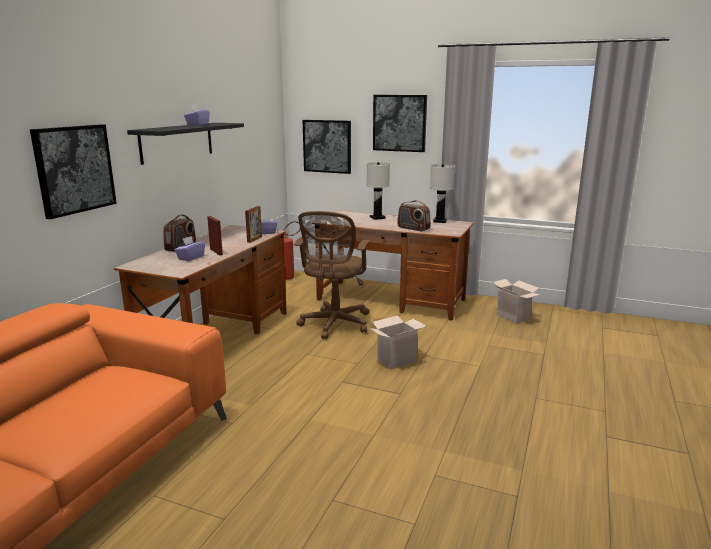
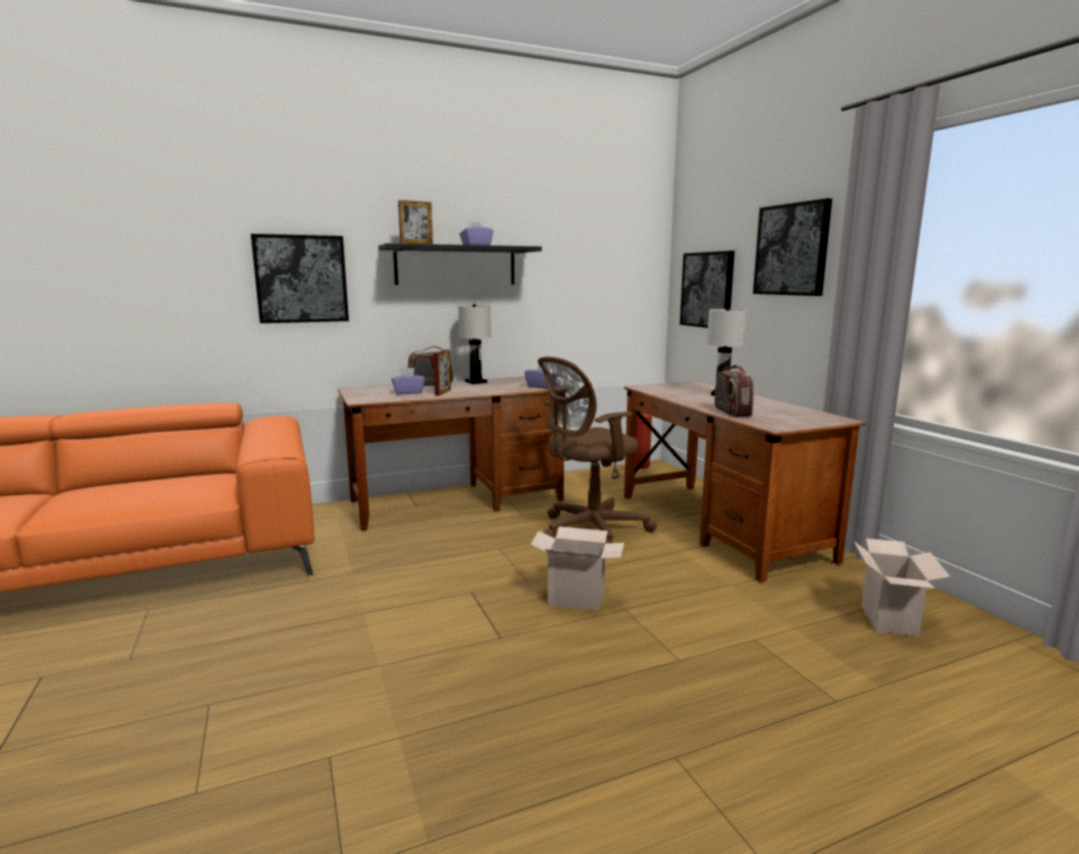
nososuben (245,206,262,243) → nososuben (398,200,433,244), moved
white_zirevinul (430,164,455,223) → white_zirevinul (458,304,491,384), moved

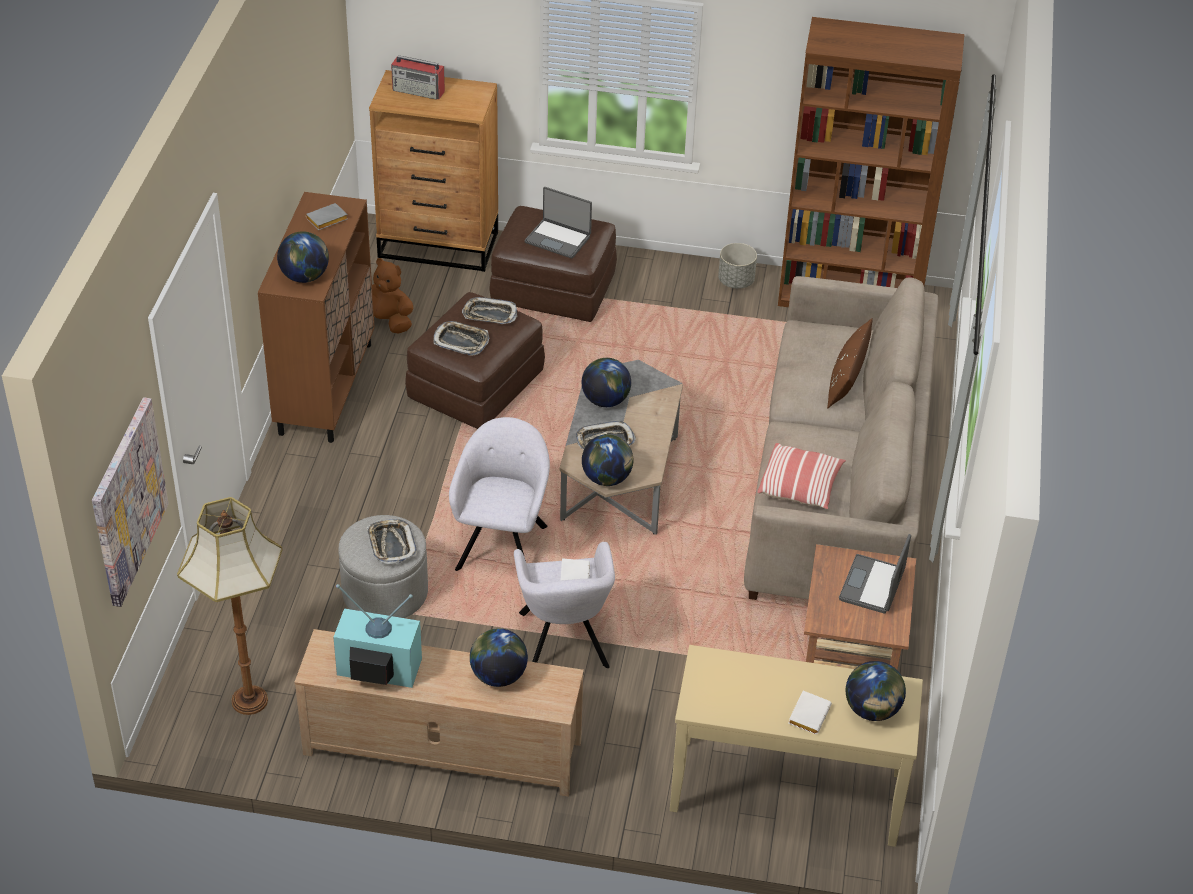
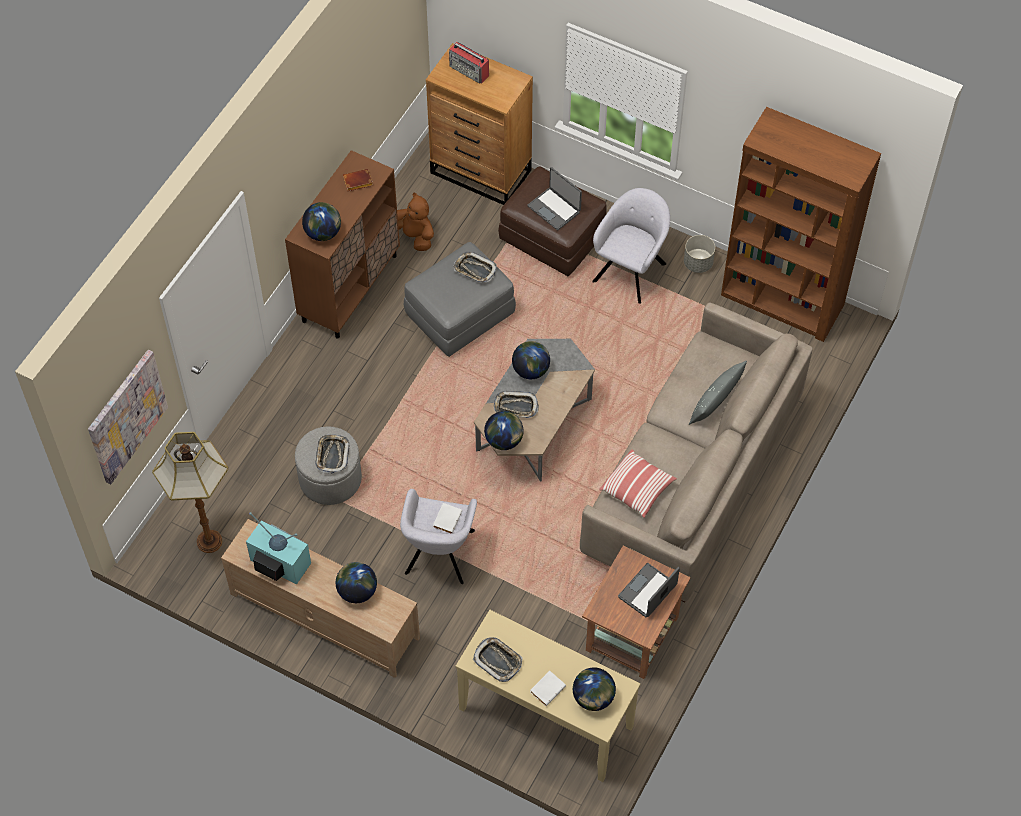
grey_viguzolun (306,203,348,230) → brown_viguzolun (343,169,373,191)
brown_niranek (405,292,545,429) → grey_niranek (404,242,516,357)
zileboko (434,321,489,356) → zileboko (473,637,523,682), moved
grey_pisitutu (449,417,550,571) → grey_pisitutu (592,188,670,304), moved
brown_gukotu (827,318,873,408) → grey_gukotu (689,361,747,425)

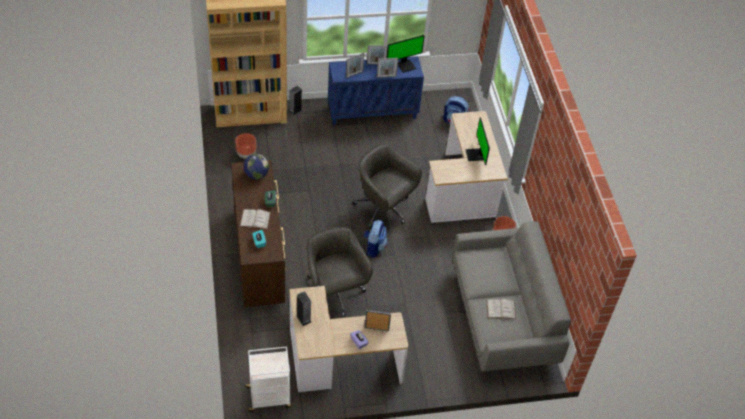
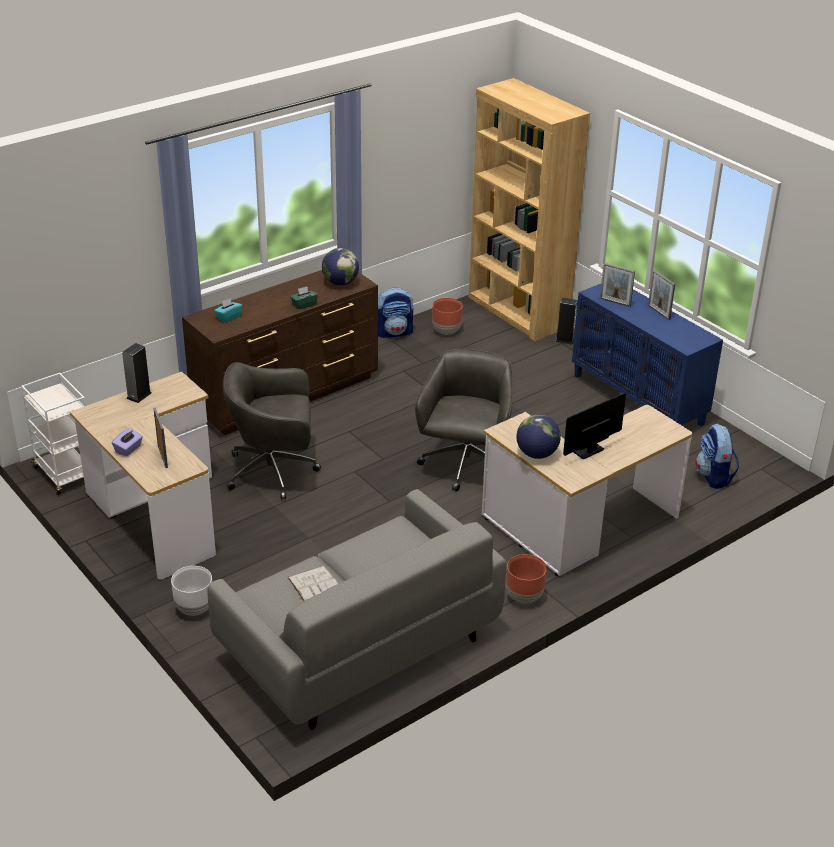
- → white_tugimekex (171,566,212,616)
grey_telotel (307,227,373,317) → grey_telotel (223,362,321,499), 135 degrees counterclockwise
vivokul (364,220,388,258) → vivokul (378,287,413,338), moved
- → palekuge (516,415,561,459)
white_viguzolun (239,209,271,229) → -
nososuben (377,58,398,78) → -
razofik (387,35,424,73) → -

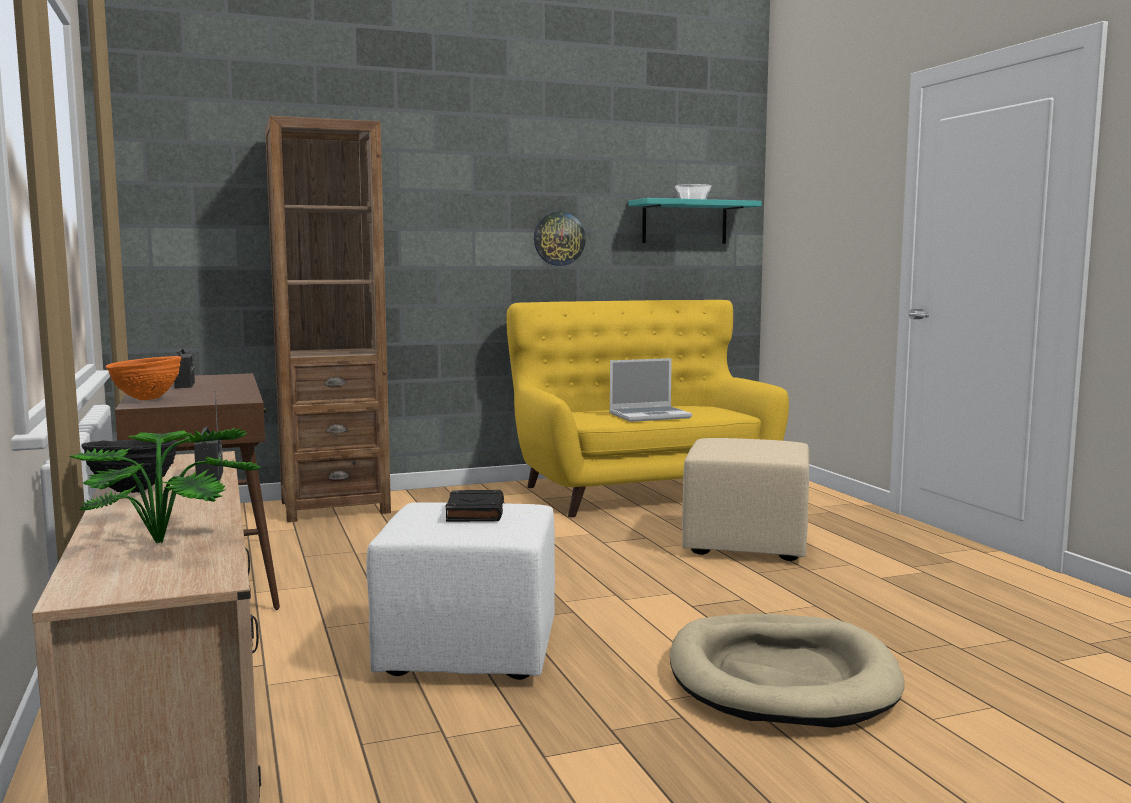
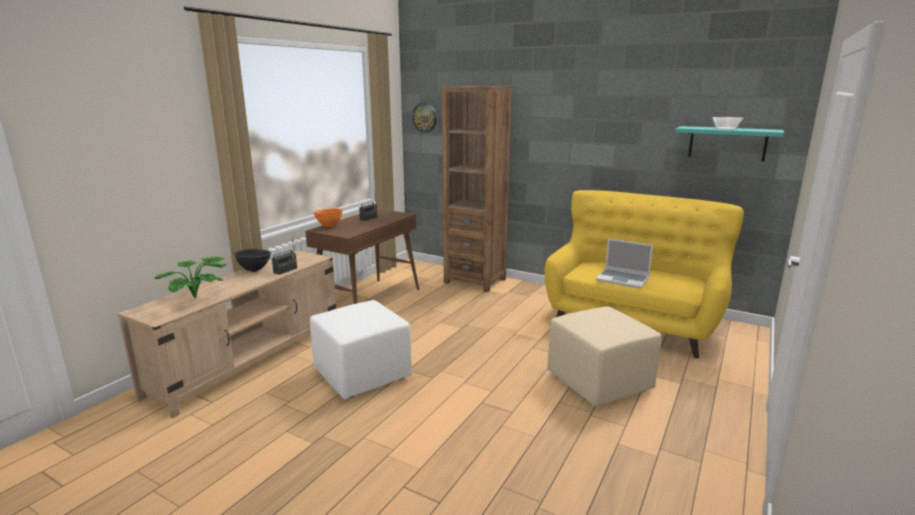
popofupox (534,212,586,266) → popofupox (412,103,437,133), moved
black_viguzolun (446,490,504,522) → -
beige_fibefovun (670,614,904,727) → -

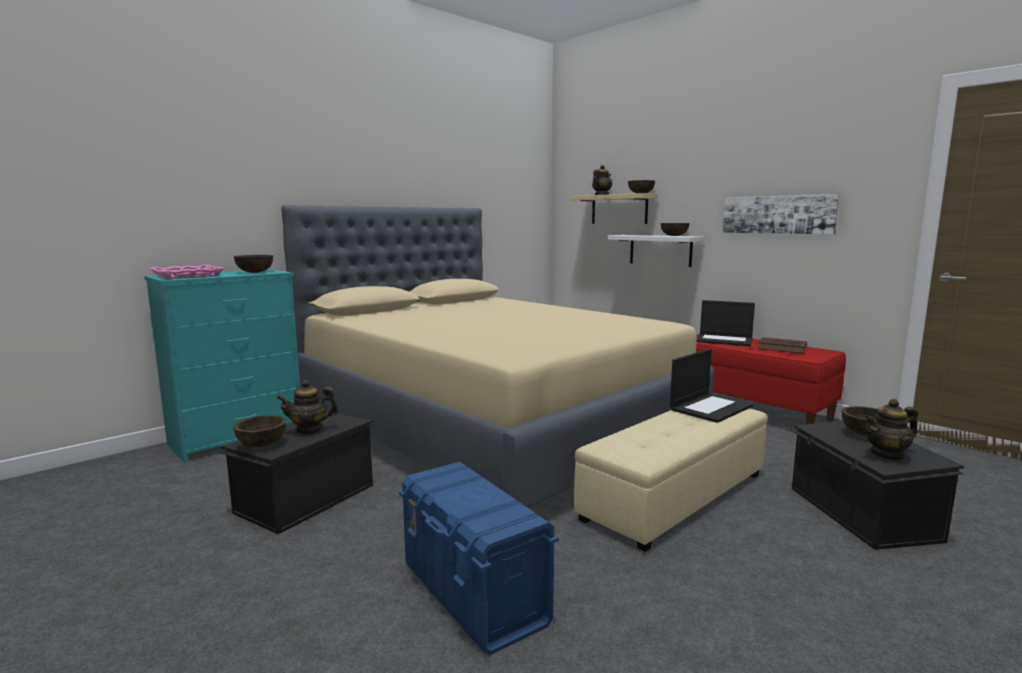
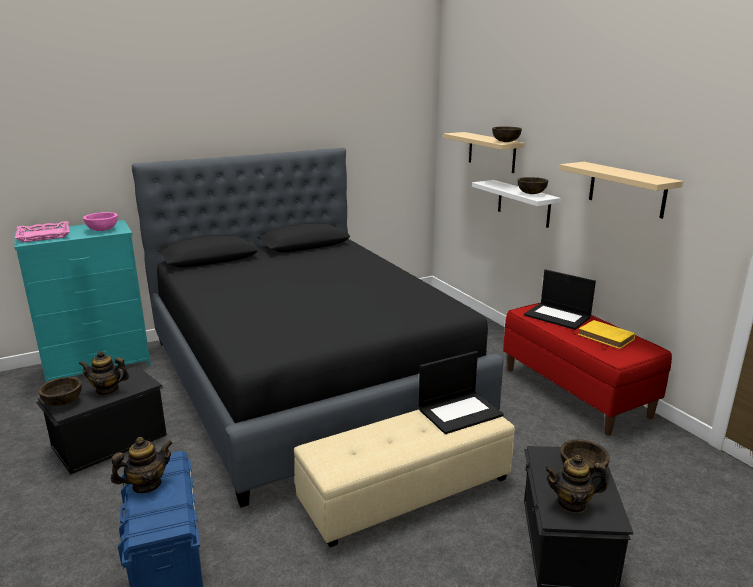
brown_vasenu (234,255,273,273) → pink_vasenu (83,212,118,231)
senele (592,165,612,195) → senele (111,437,173,493), moved
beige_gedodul (281,205,714,508) → black_gedodul (132,148,504,508)
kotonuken (723,194,840,234) → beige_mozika (559,162,683,219)
brown_viguzolun (757,337,807,353) → yellow_viguzolun (578,320,635,349)

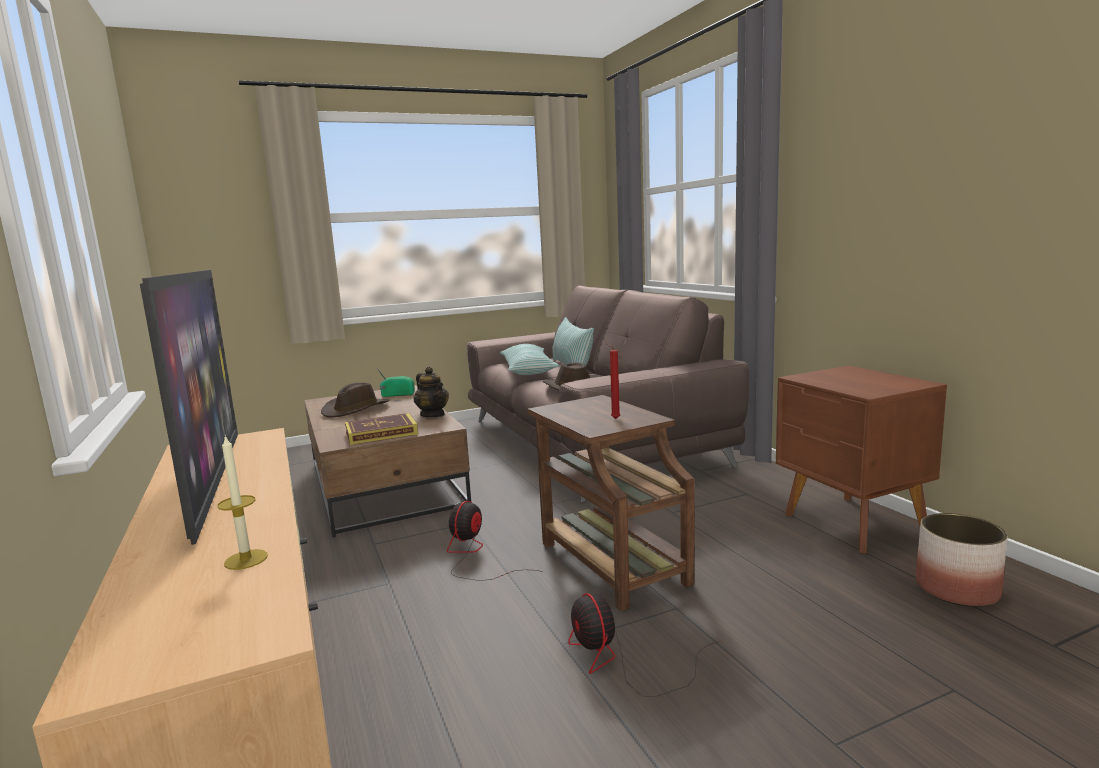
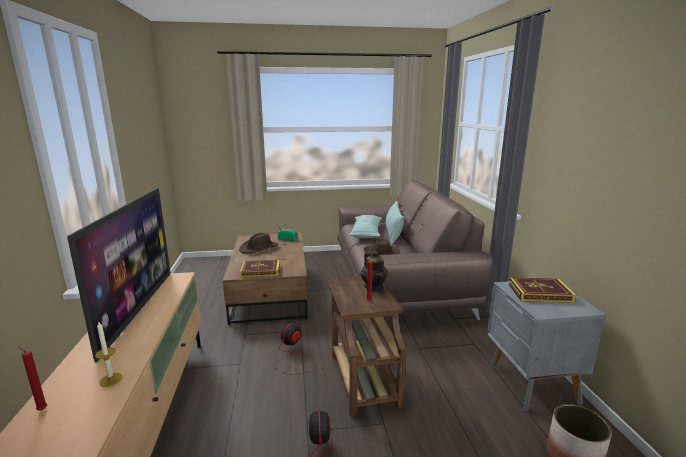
- → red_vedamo (17,346,47,410)
senele (413,367,449,417) → senele (360,250,388,291), moved
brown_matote (776,366,947,553) → grey_matote (487,281,606,412)
- → viguzolun (509,277,576,303)

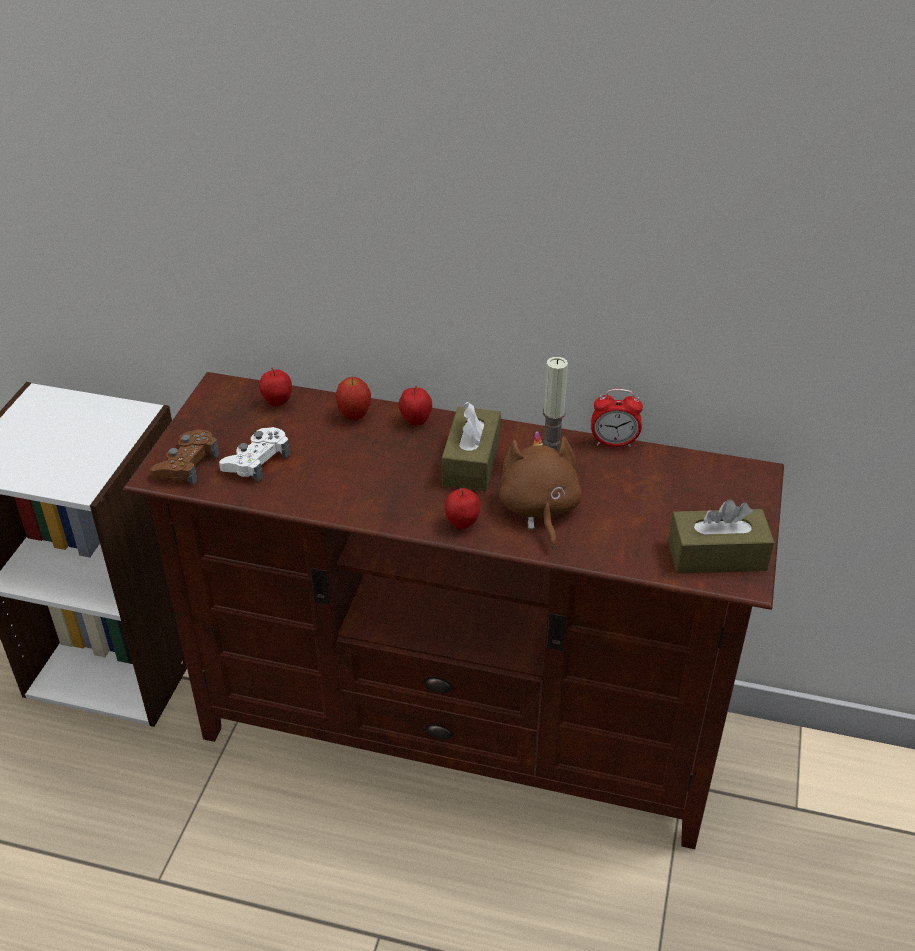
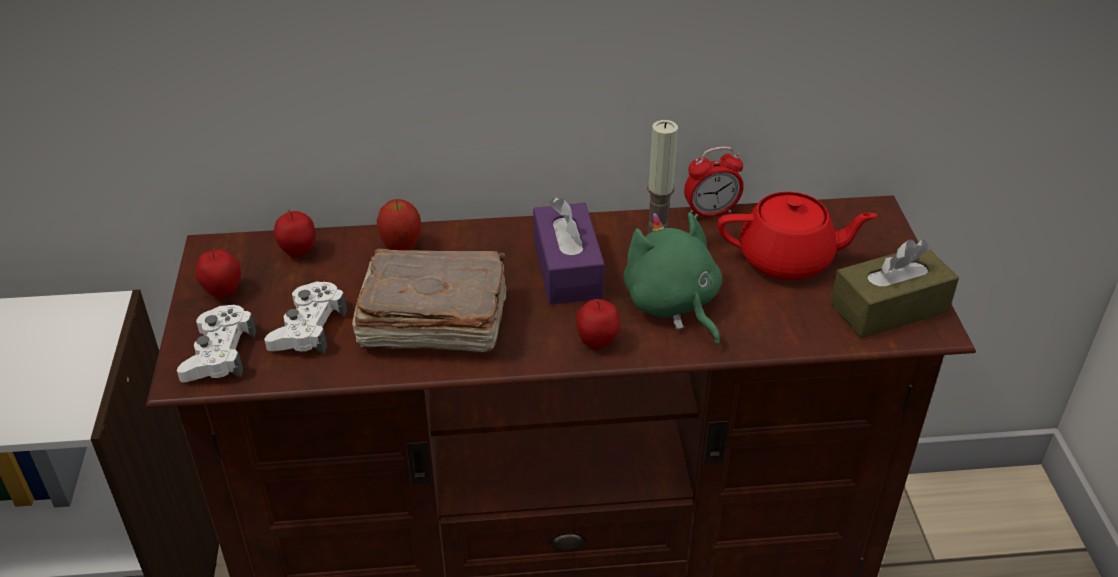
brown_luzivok (150,429,220,485) → white_luzivok (177,305,256,382)
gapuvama (398,386,432,425) → gapuvama (195,248,241,299), moved
- → brown_viguzolun (352,248,507,352)
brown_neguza (442,402,501,491) → purple_neguza (533,198,605,305)
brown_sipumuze (499,431,582,549) → green_sipumuze (624,212,722,346)
- → red_senele (717,192,877,280)

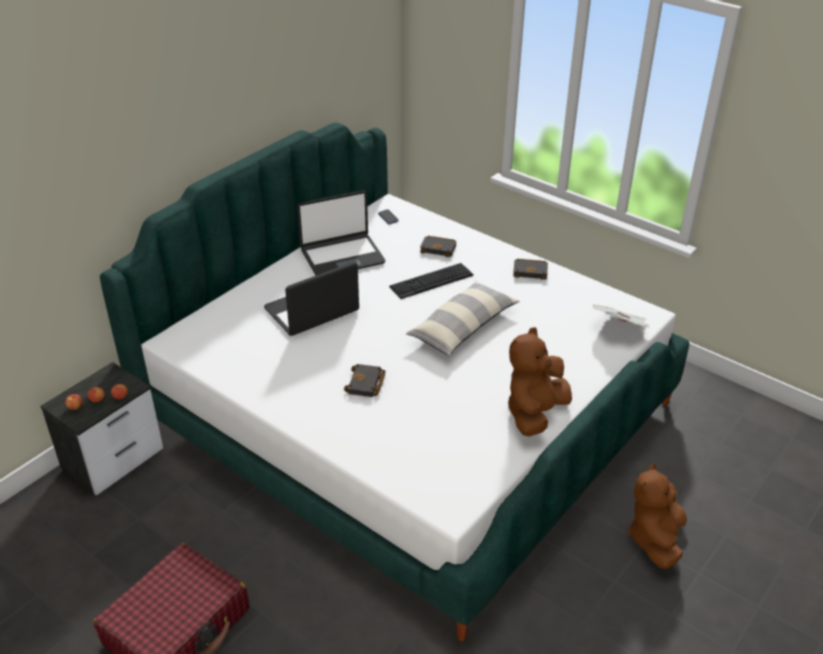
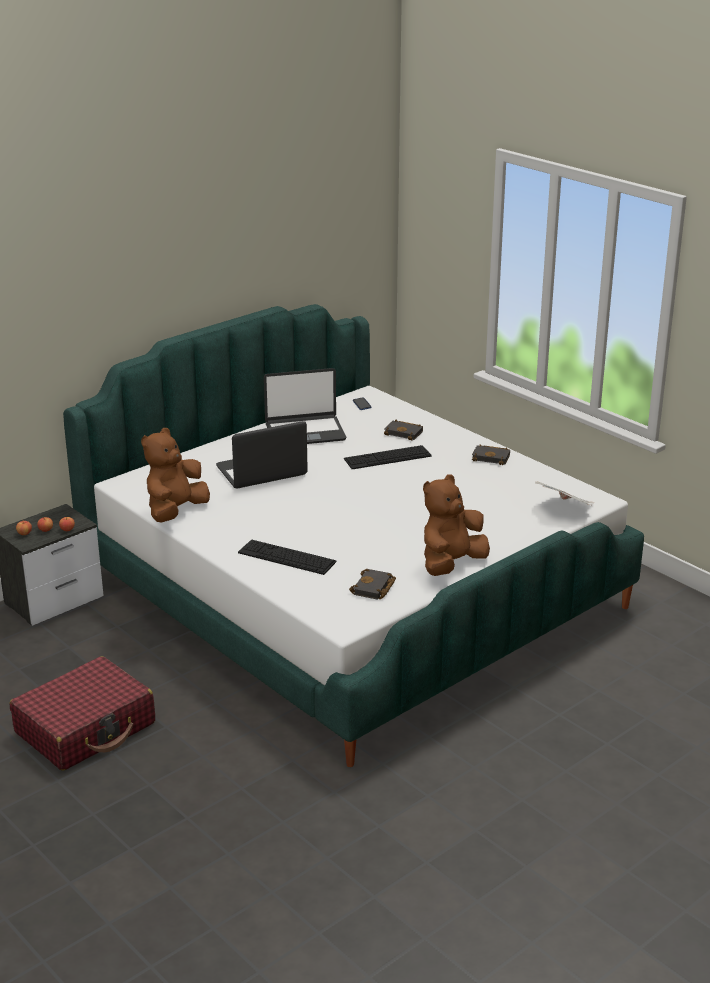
brown_sipumuze (628,463,687,569) → brown_sipumuze (141,428,210,523), moved
- → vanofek (238,540,337,575)
black_viguzolun (344,364,386,397) → black_viguzolun (349,569,396,600), moved
gukotu (406,280,520,357) → -

